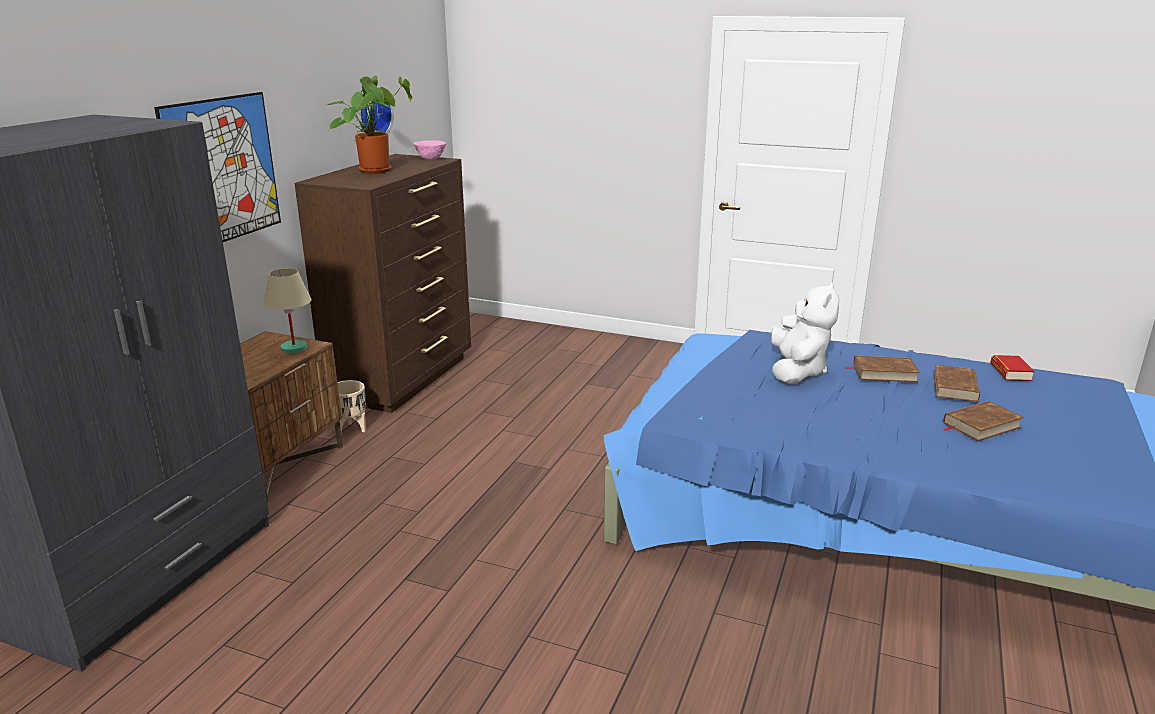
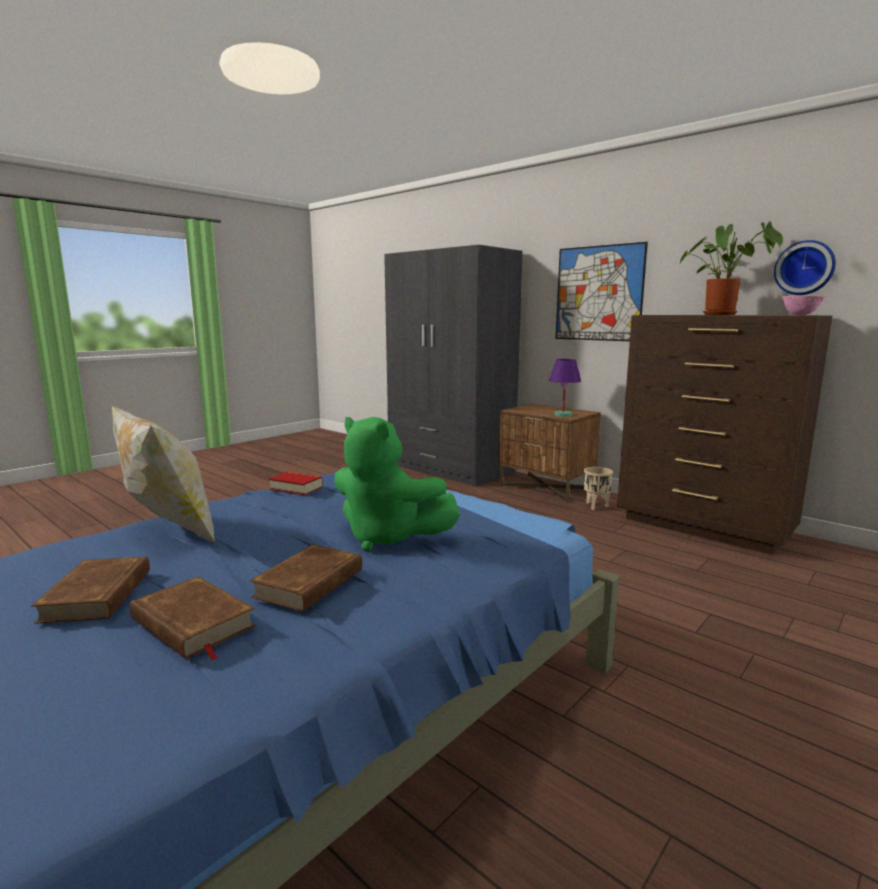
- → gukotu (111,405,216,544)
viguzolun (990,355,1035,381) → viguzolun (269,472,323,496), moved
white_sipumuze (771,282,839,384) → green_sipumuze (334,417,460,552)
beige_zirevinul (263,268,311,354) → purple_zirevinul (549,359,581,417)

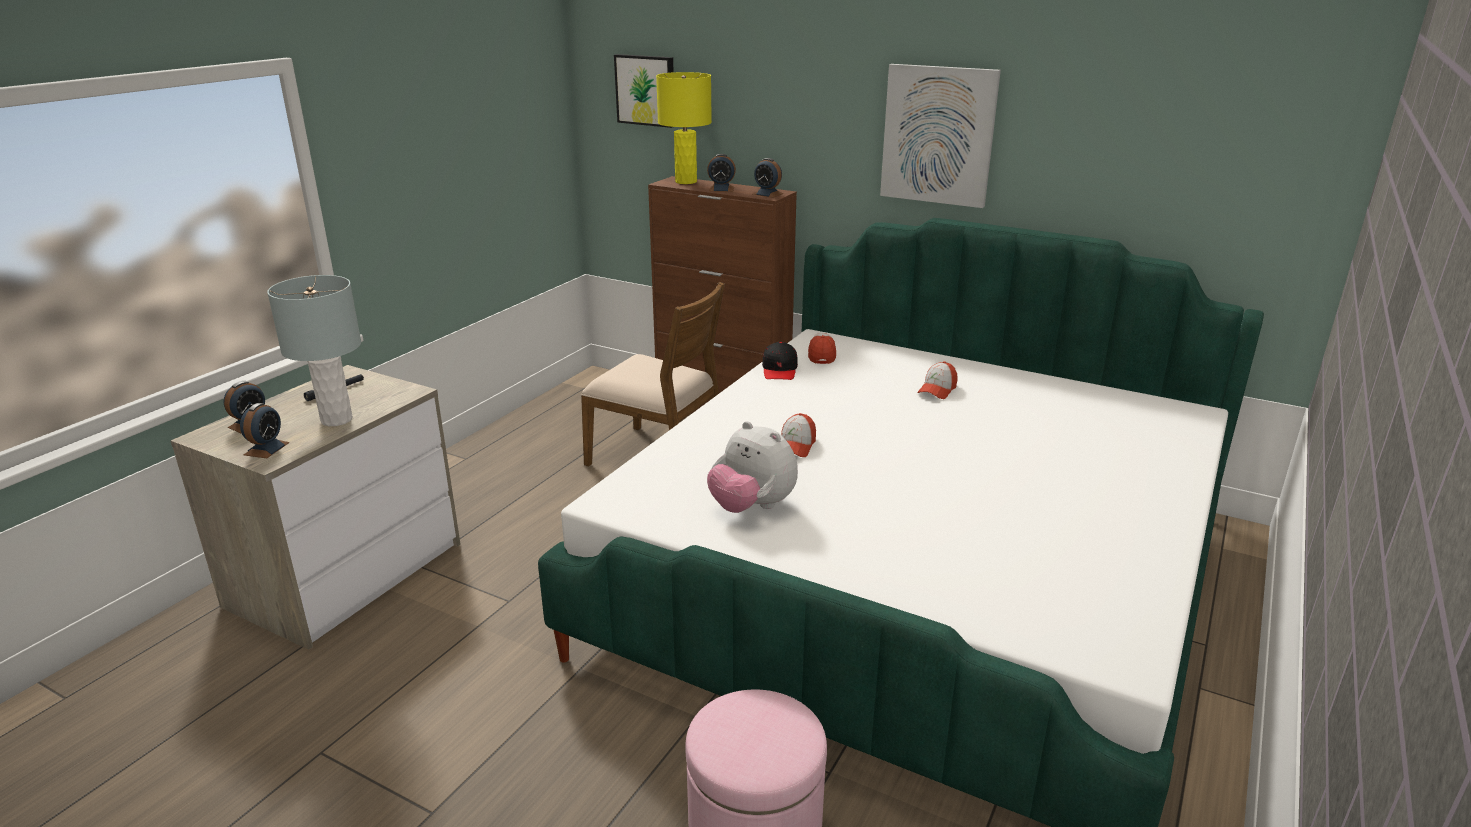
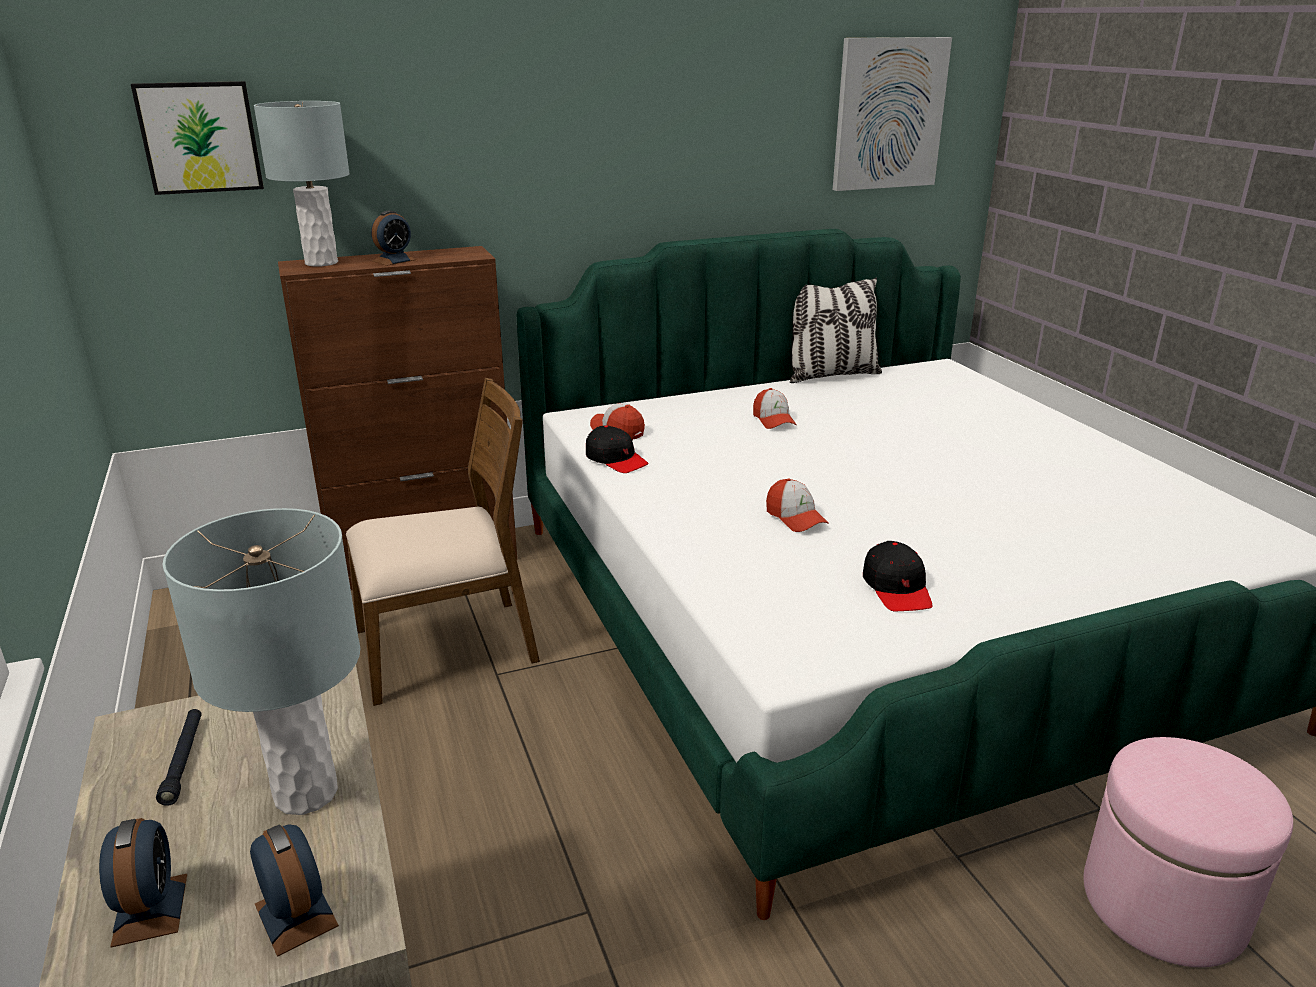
yellow_zirevinul (656,72,712,184) → grey_zirevinul (254,101,350,266)
- → gukotu (790,278,882,383)
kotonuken (880,64,1001,208) → kotonuken (833,37,952,191), moved
sipumuze (707,421,798,513) → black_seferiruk (863,541,932,611)
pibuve (753,158,783,198) → -

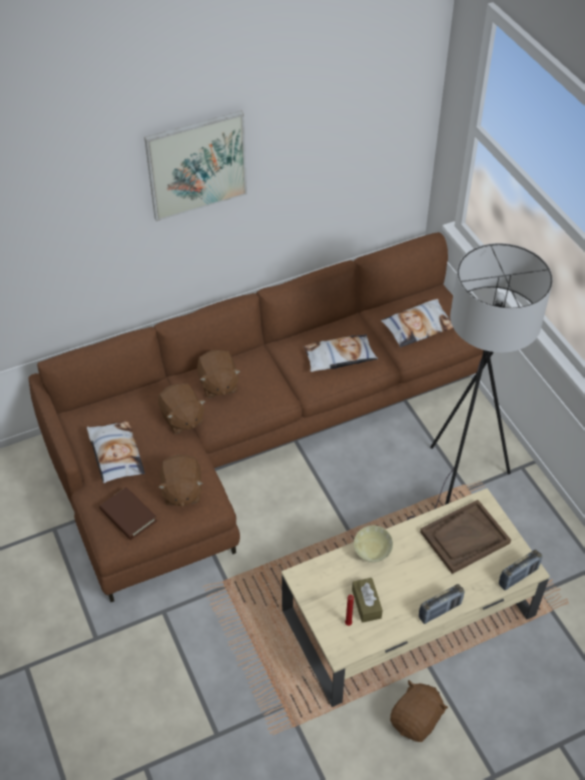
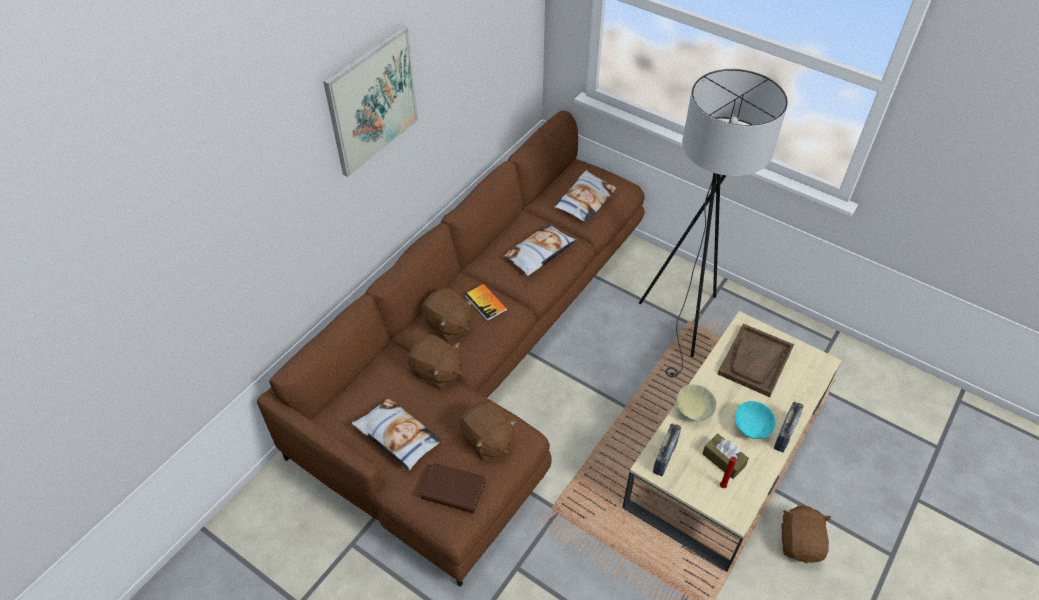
- → viguzolun (465,284,507,321)
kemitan (499,549,542,590) → kemitan (653,424,681,476), moved
- → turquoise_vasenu (735,401,776,439)

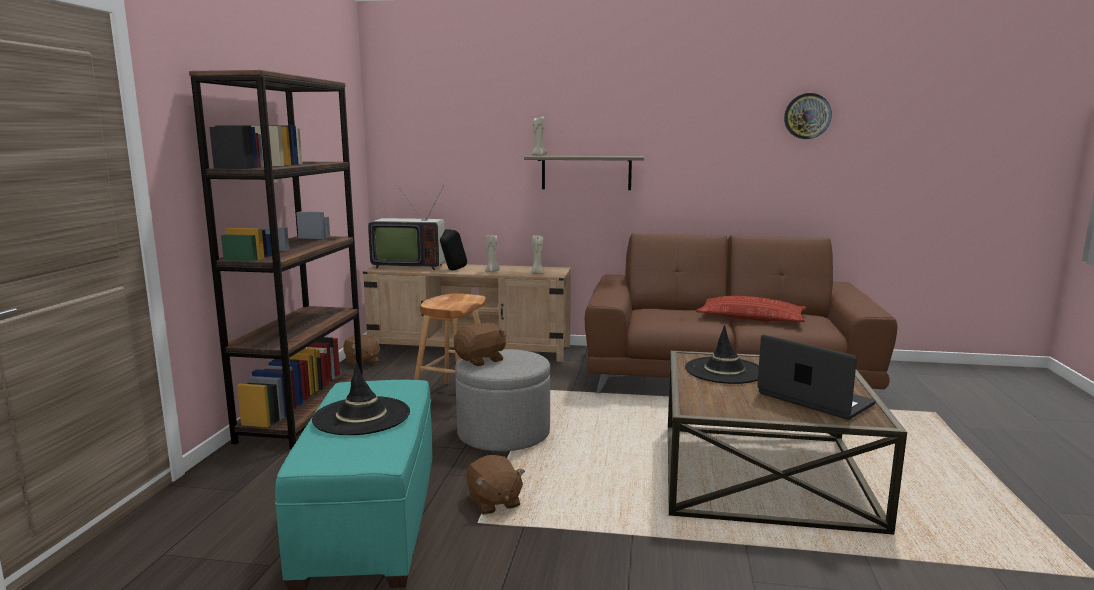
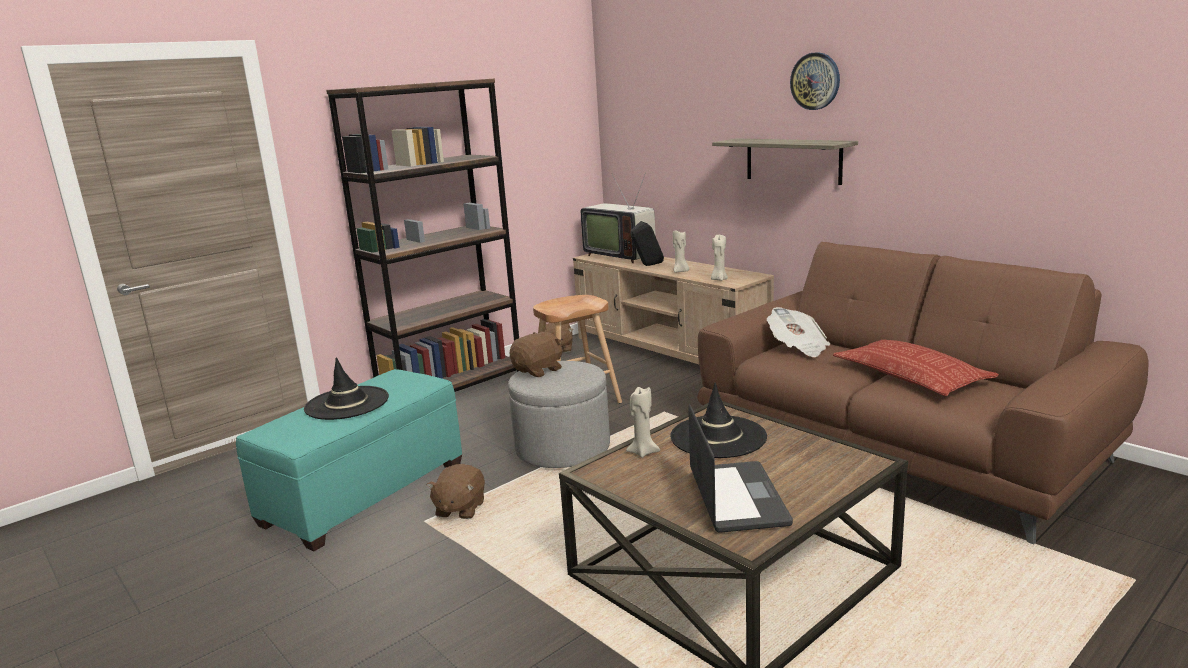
brown_sipumuze (454,323,506,366) → brown_sipumuze (510,332,563,377), 45 degrees counterclockwise
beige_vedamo (531,116,547,156) → beige_vedamo (626,387,660,458), moved
- → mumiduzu (767,307,830,357)
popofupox (784,93,832,139) → popofupox (790,52,840,110), moved

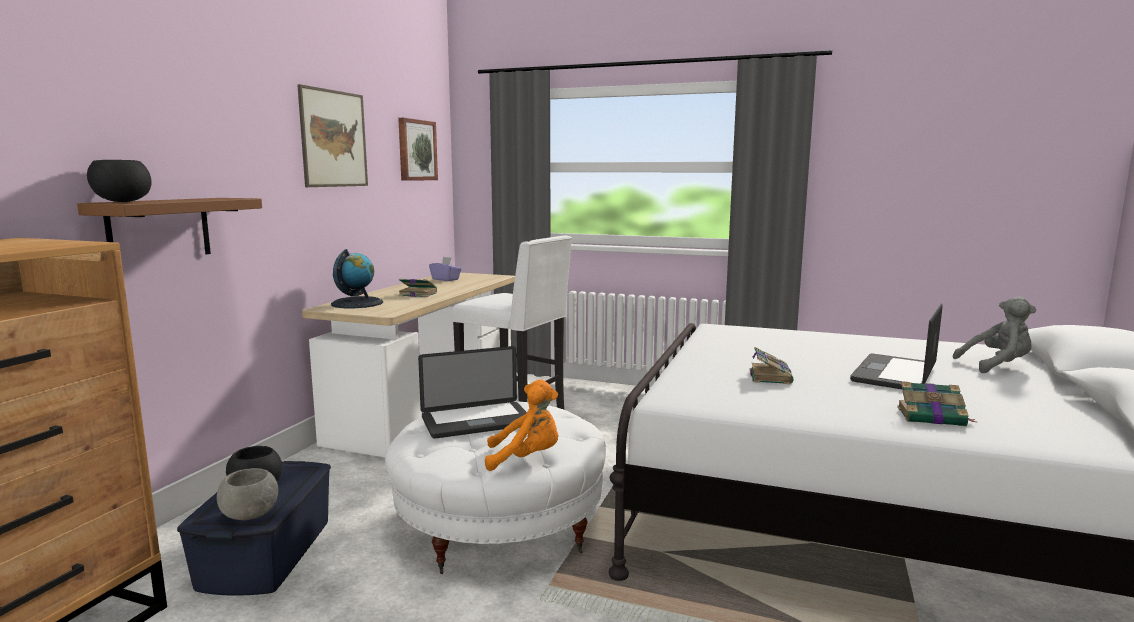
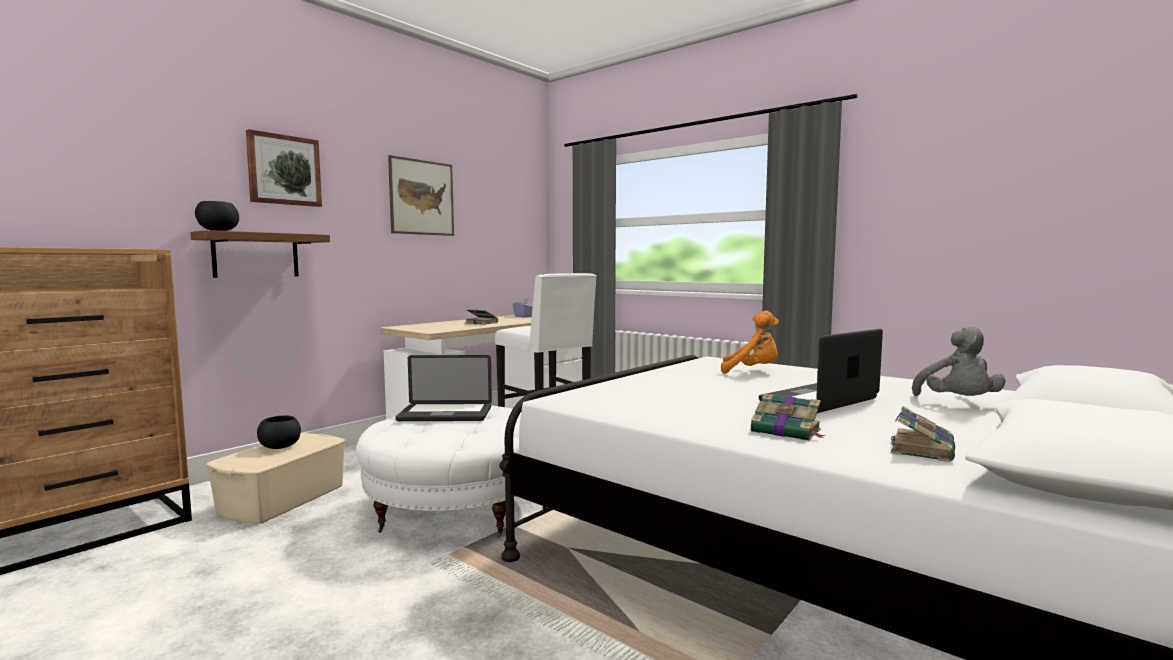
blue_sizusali (177,461,331,596) → beige_sizusali (206,433,346,524)
kotonuken (398,118,438,181) → kotonuken (246,129,322,207), moved
orange_sipumuze (485,380,558,471) → orange_sipumuze (721,311,779,374), moved
viguzolun (750,347,794,384) → viguzolun (891,406,955,462), moved
grey_sipumuze (953,297,1036,373) → grey_sipumuze (912,326,1006,396), 75 degrees clockwise
grey_vasenu (217,468,278,520) → -
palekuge (331,249,383,308) → -

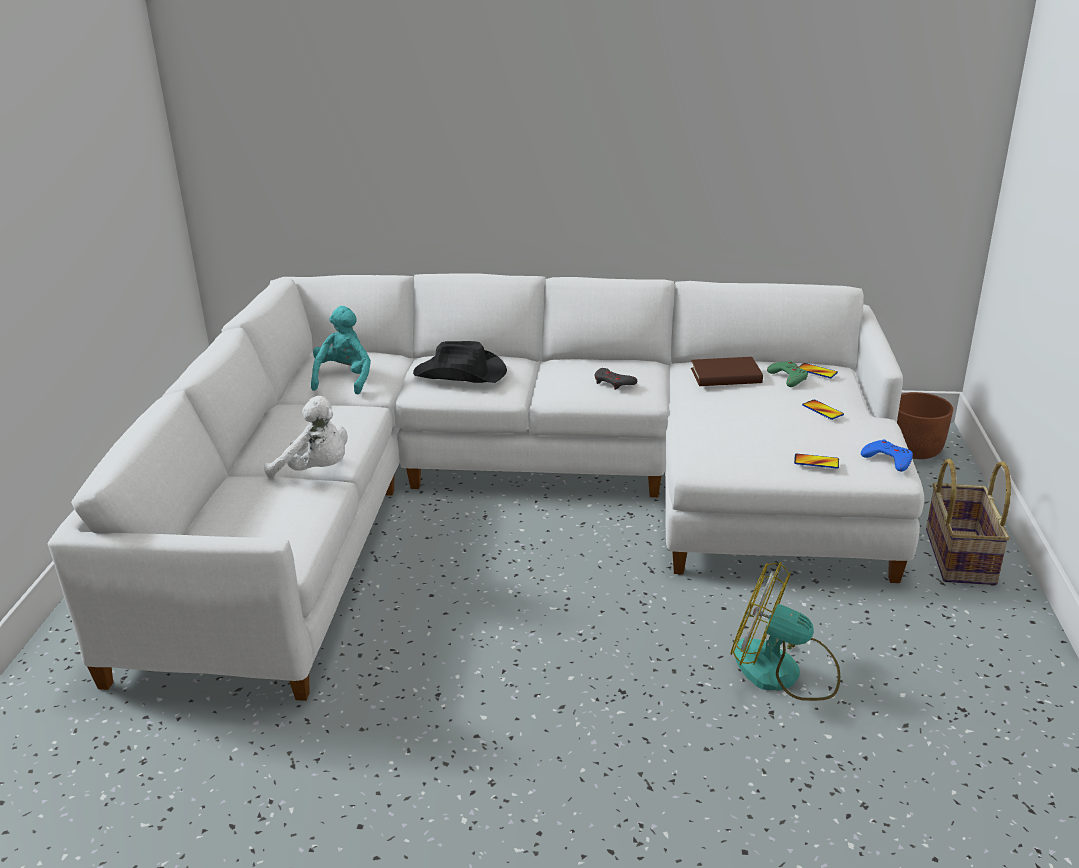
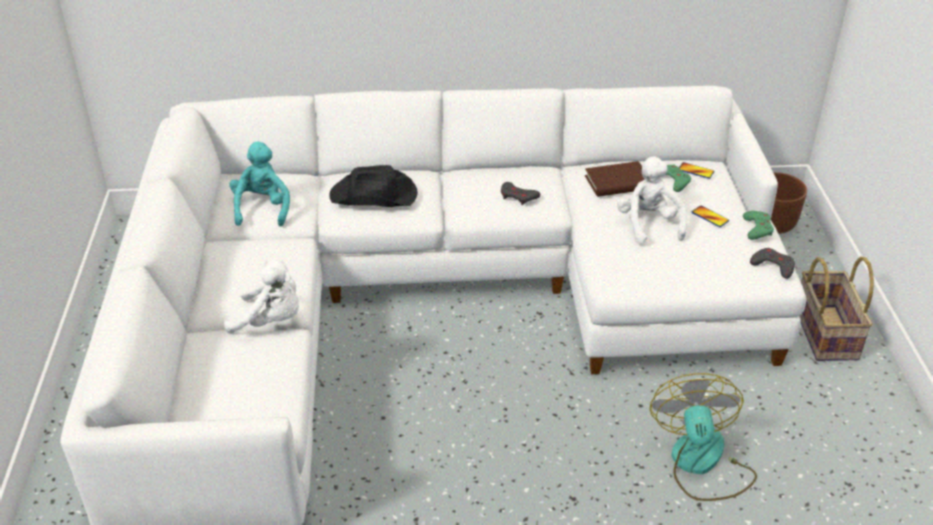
- → white_sipumuze (617,157,687,245)
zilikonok (730,562,840,701) → zilikonok (650,373,757,501), 75 degrees clockwise
- → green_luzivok (743,211,774,240)
blue_luzivok (861,439,913,472) → grey_luzivok (750,248,795,279)
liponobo (794,454,839,469) → -

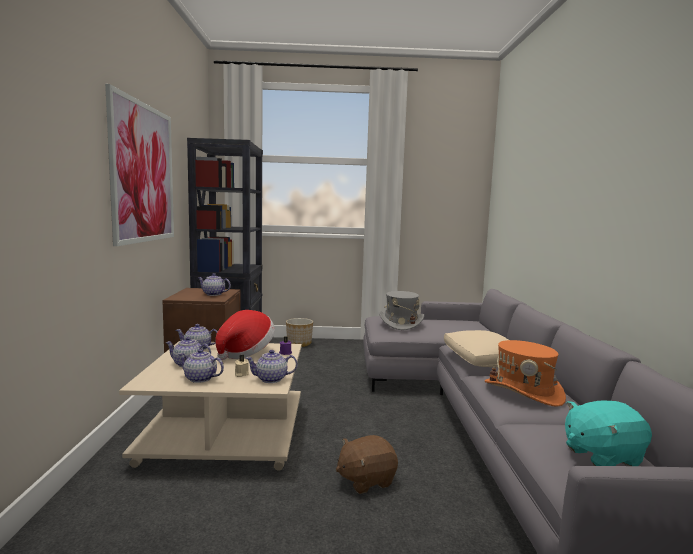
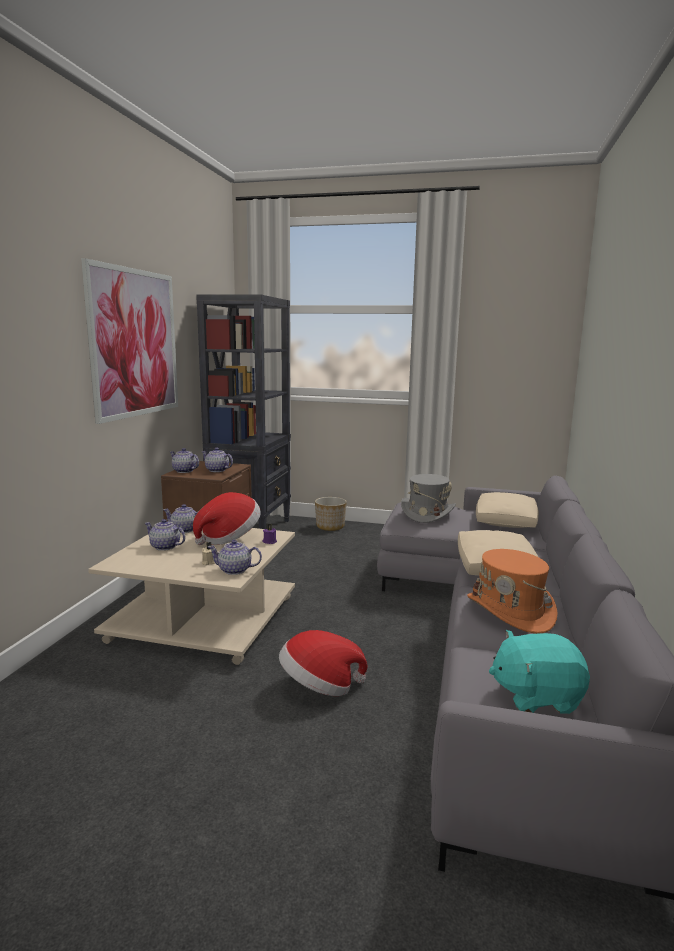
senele (178,349,224,383) → senele (170,448,199,473), moved
brown_sipumuze (336,435,398,494) → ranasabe (279,630,367,696)
- → beige_gukotu (476,492,539,528)

